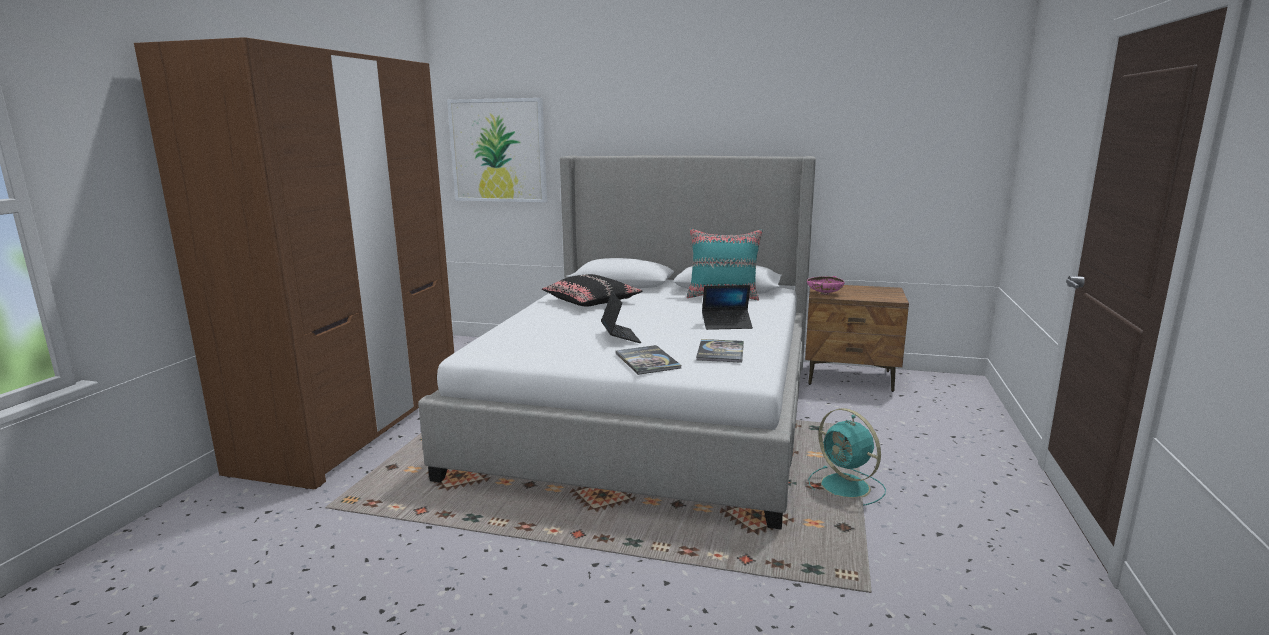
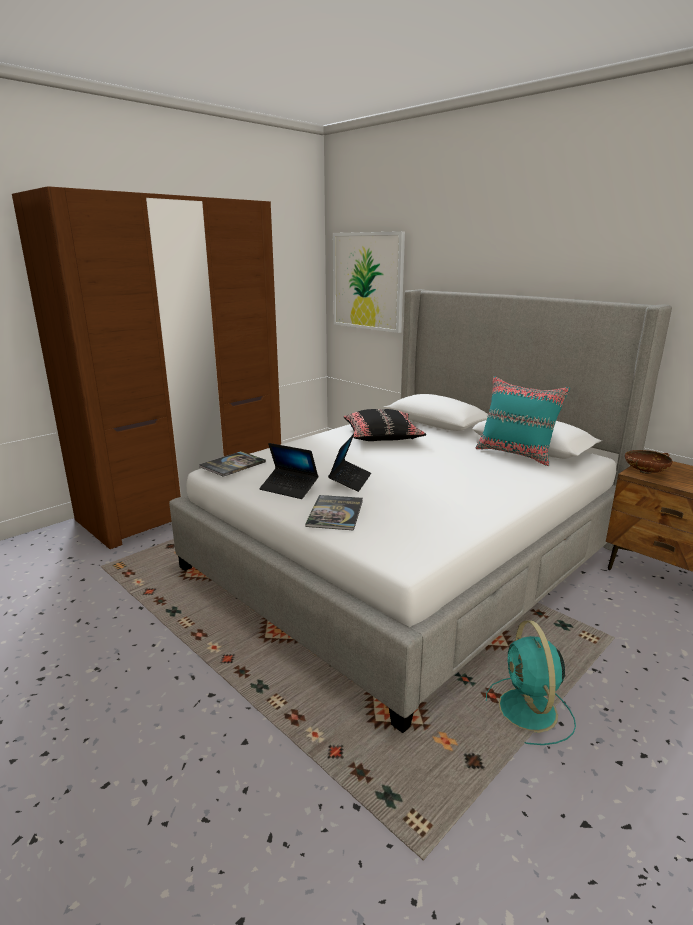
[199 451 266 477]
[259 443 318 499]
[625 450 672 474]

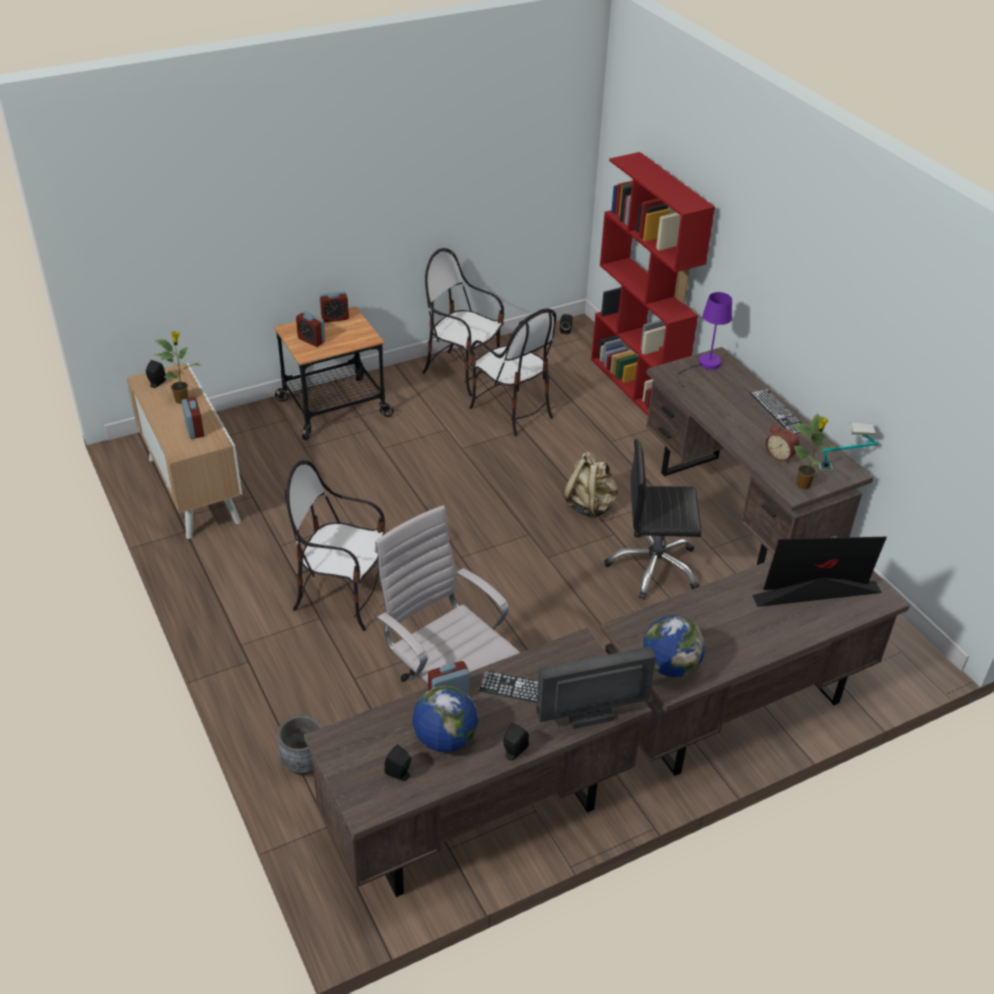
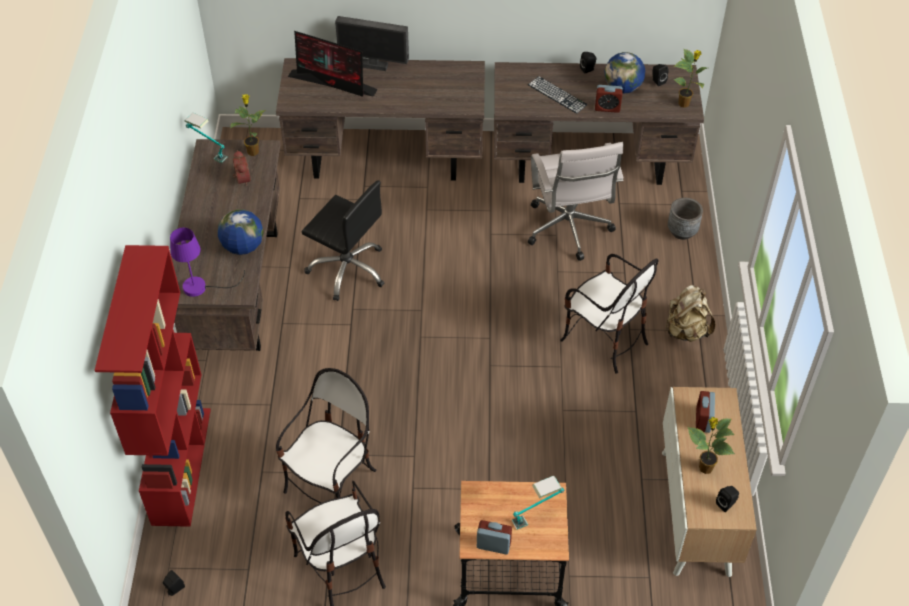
[750 389 803 434] (first image)
[674 48 707 108]
[335 16 409 71]
[665 285 716 342]
[218 209 264 255]
[512 476 564 530]
[276 368 377 503]

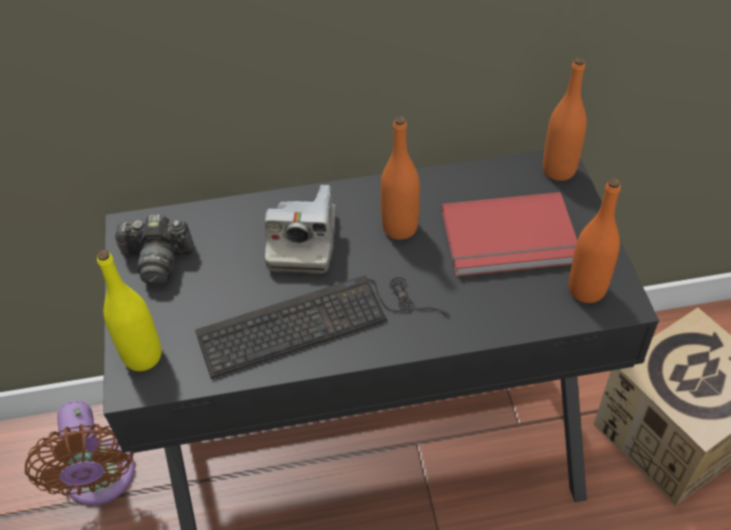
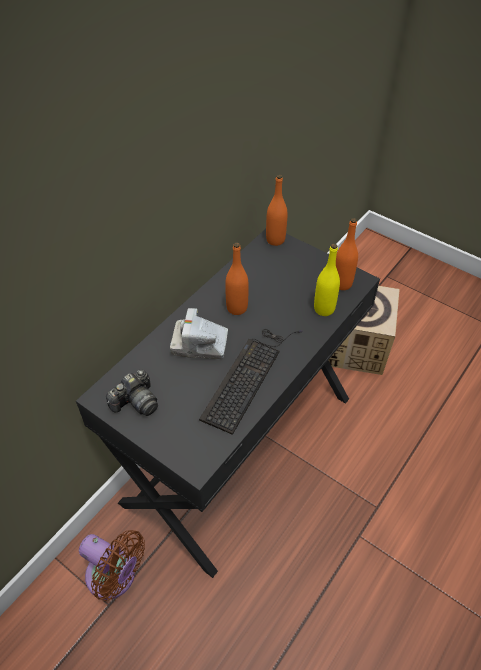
[442 192 577 277] (first image)
[314 244 340 316]
[170 308 228 359]

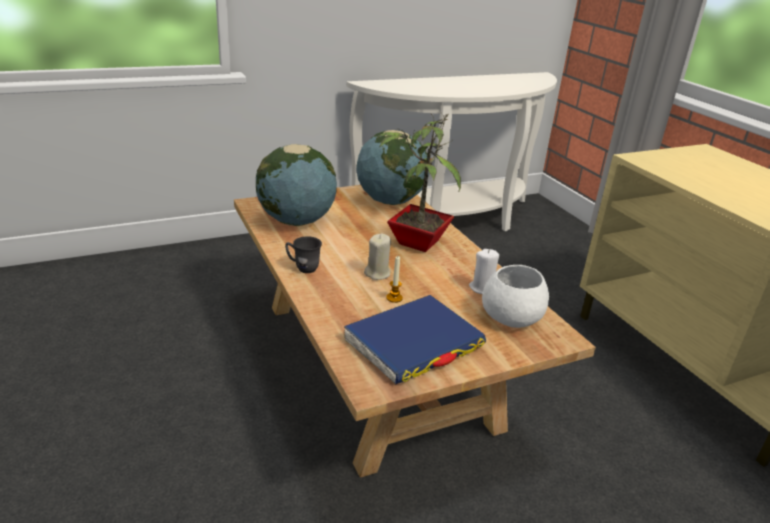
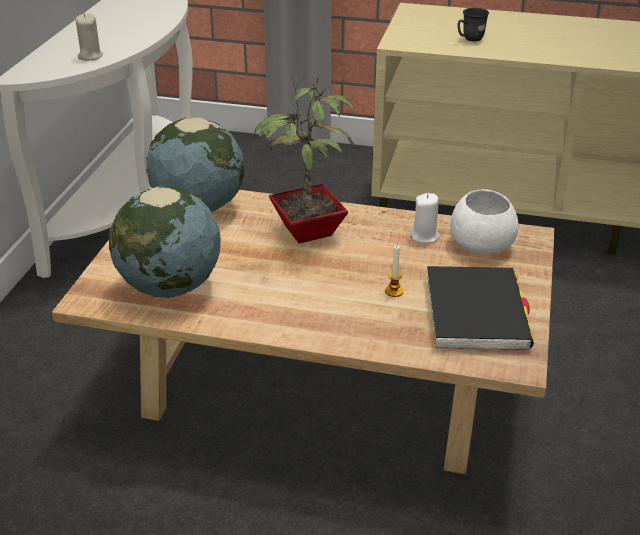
[458 8 489 42]
[75 13 103 61]
[427 266 534 350]

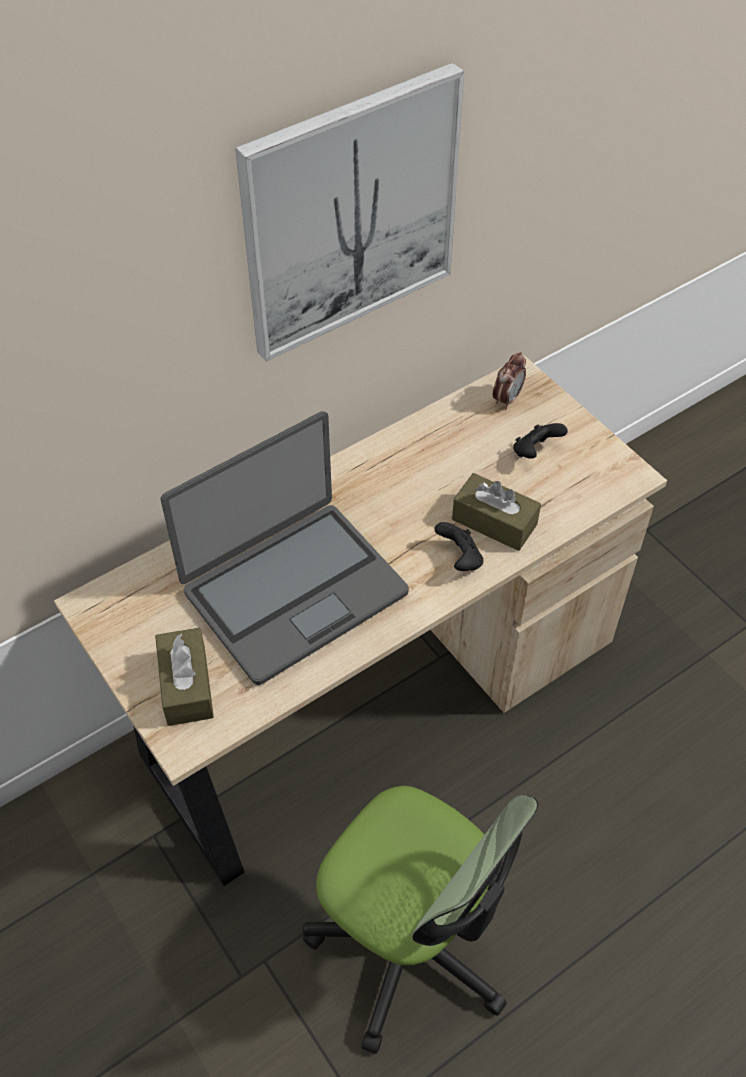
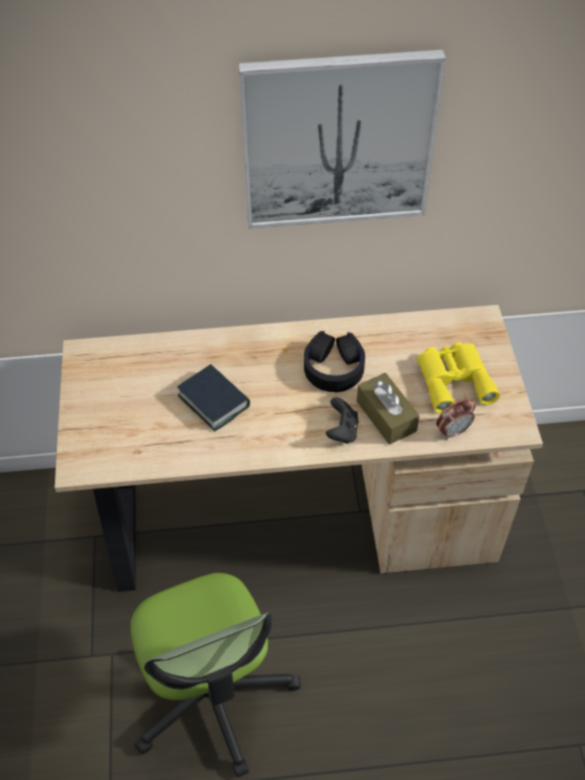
[155 628 214 726] (first image)
[304 331 365 392]
[436 398 475 440]
[177 364 250 432]
[417 342 500 414]

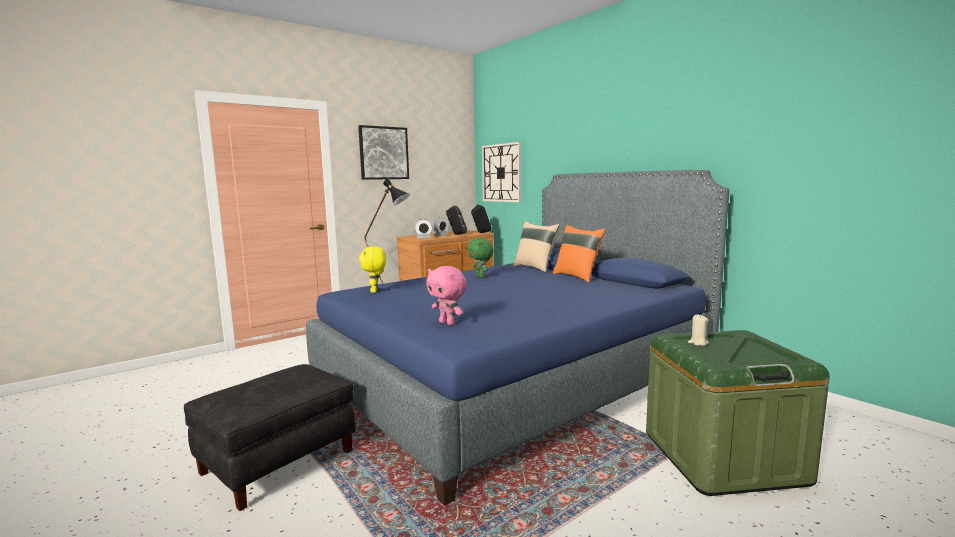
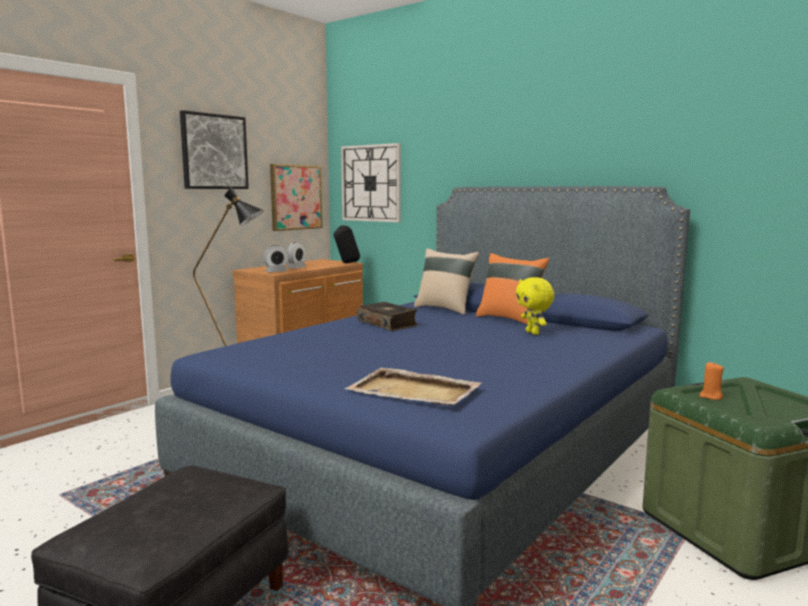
[446 206 467 235] (first image)
[270 164 323 231]
[516 277 554 335]
[345 368 482 405]
[357 302 418 331]
[700 362 724 400]

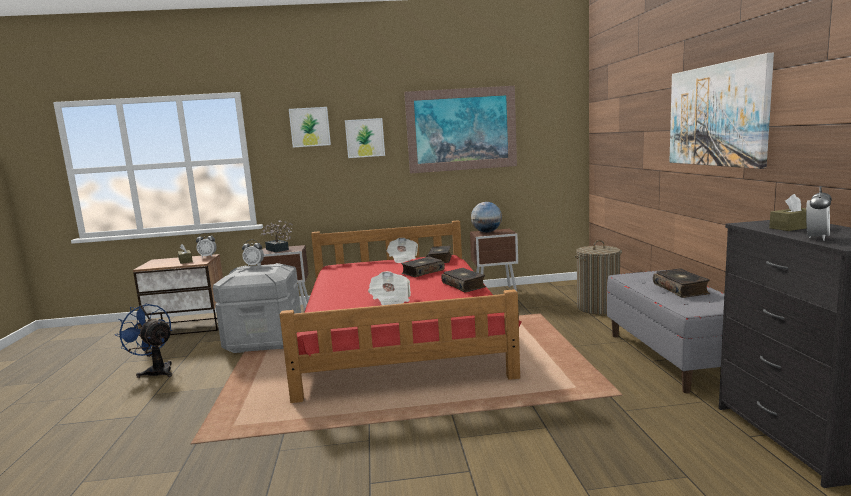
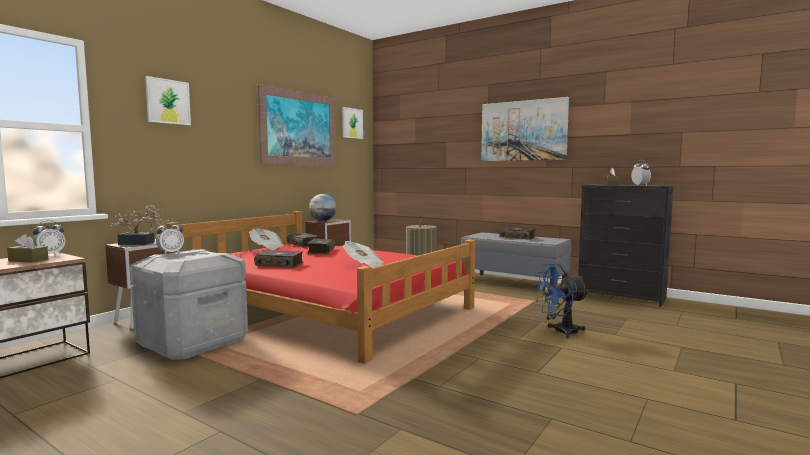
[534 263 590 339]
[342 107 363 139]
[254 250 304 268]

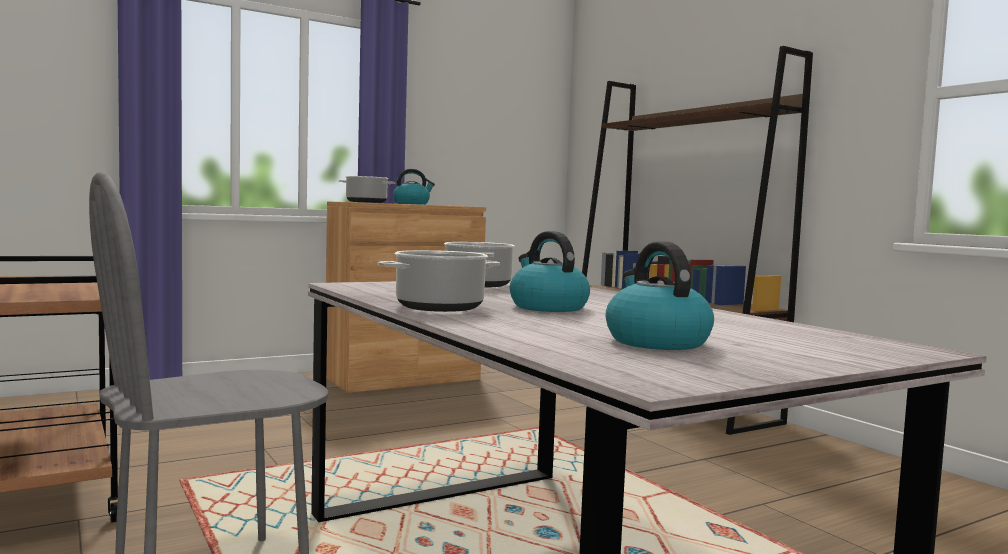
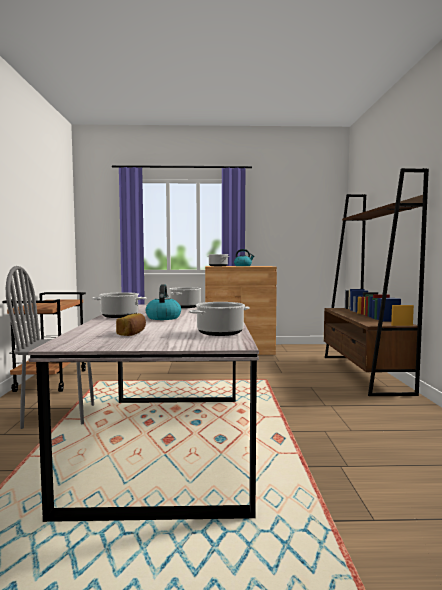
[189 302 250 336]
[116 313 146 336]

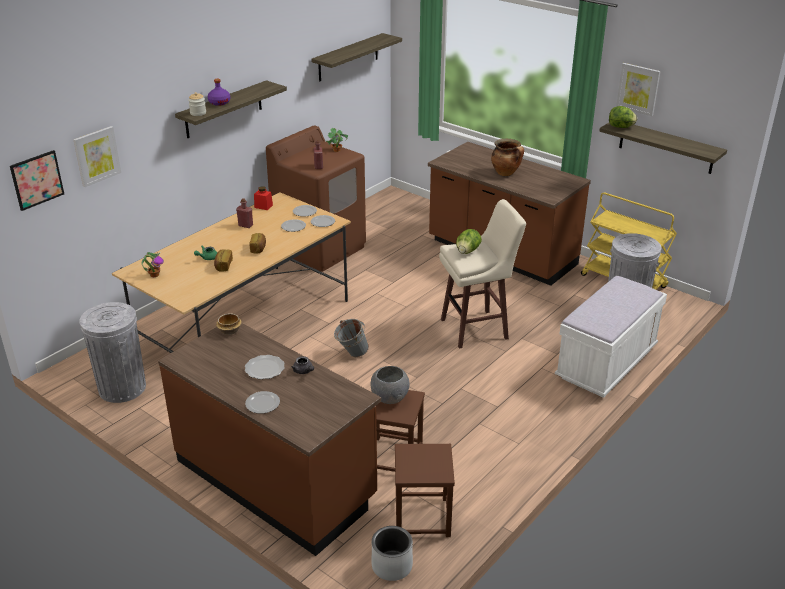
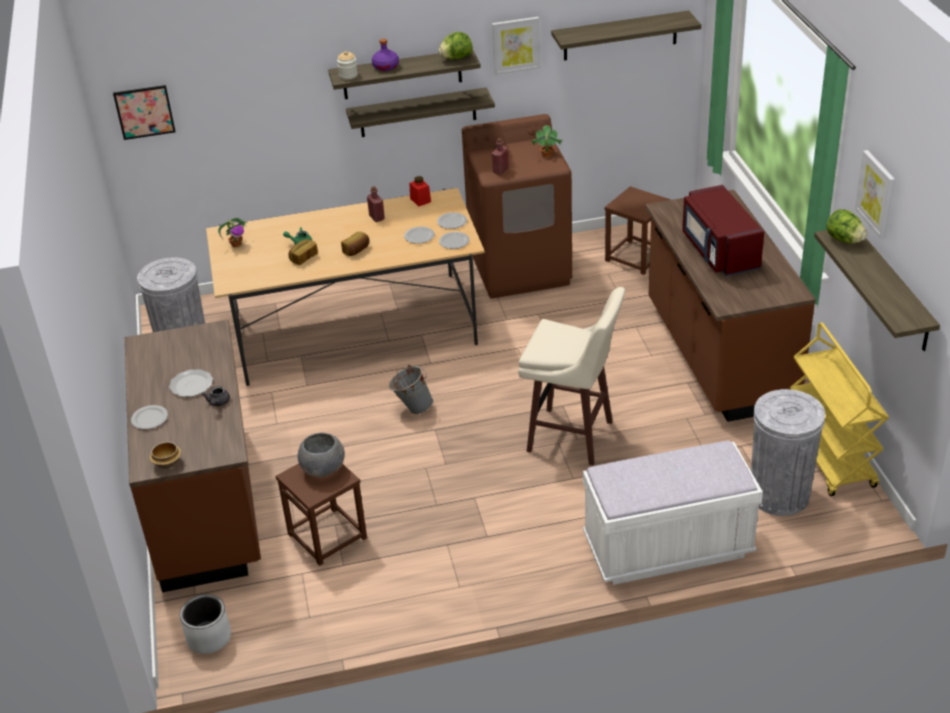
[346 87 495 137]
[492 17 540 75]
[150 442 181 469]
[605 186 671 275]
[438 32 473 60]
[682 185 764 276]

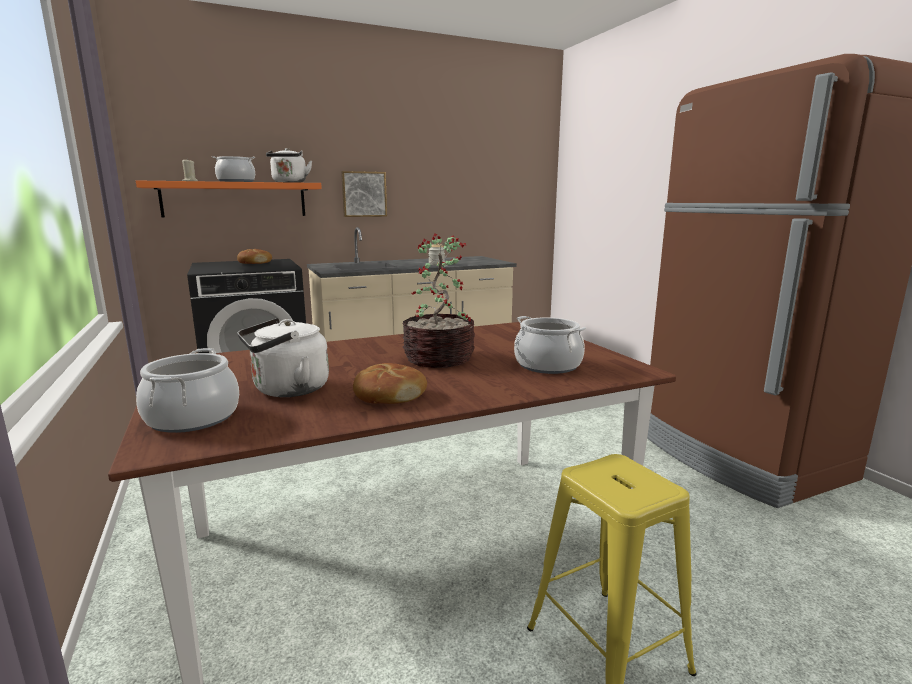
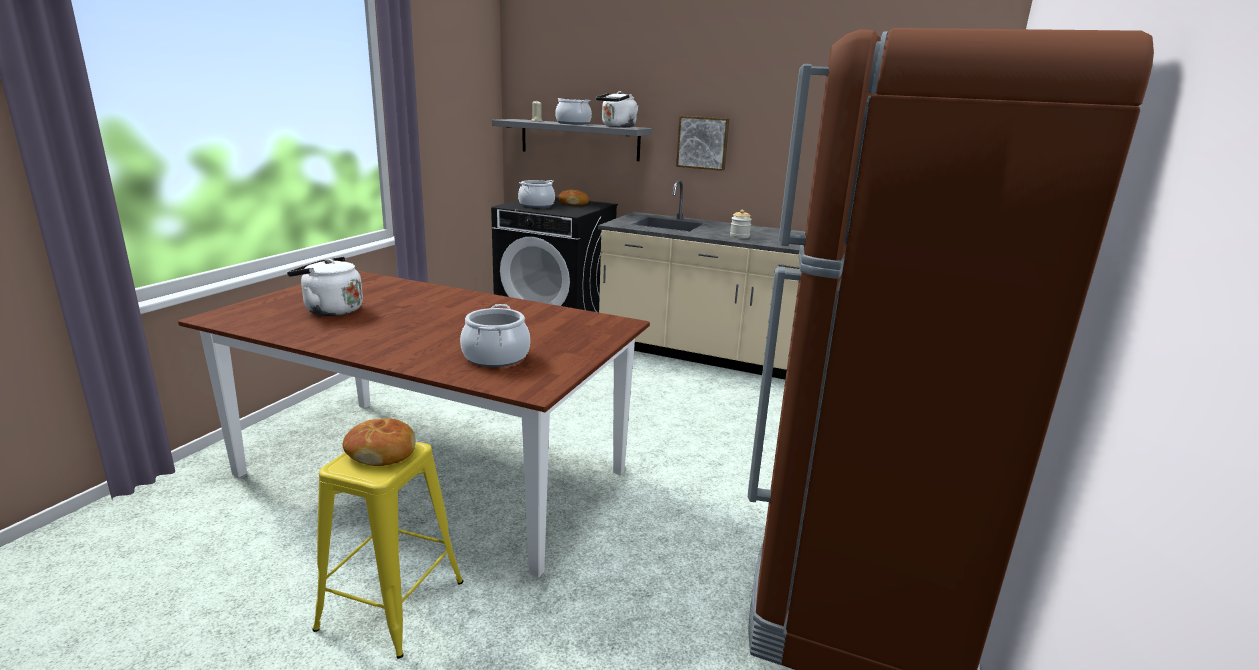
[403 233 475 368] (first image)
[518 180 555 208]
[342 418 416 466]
[492 119 653 161]

